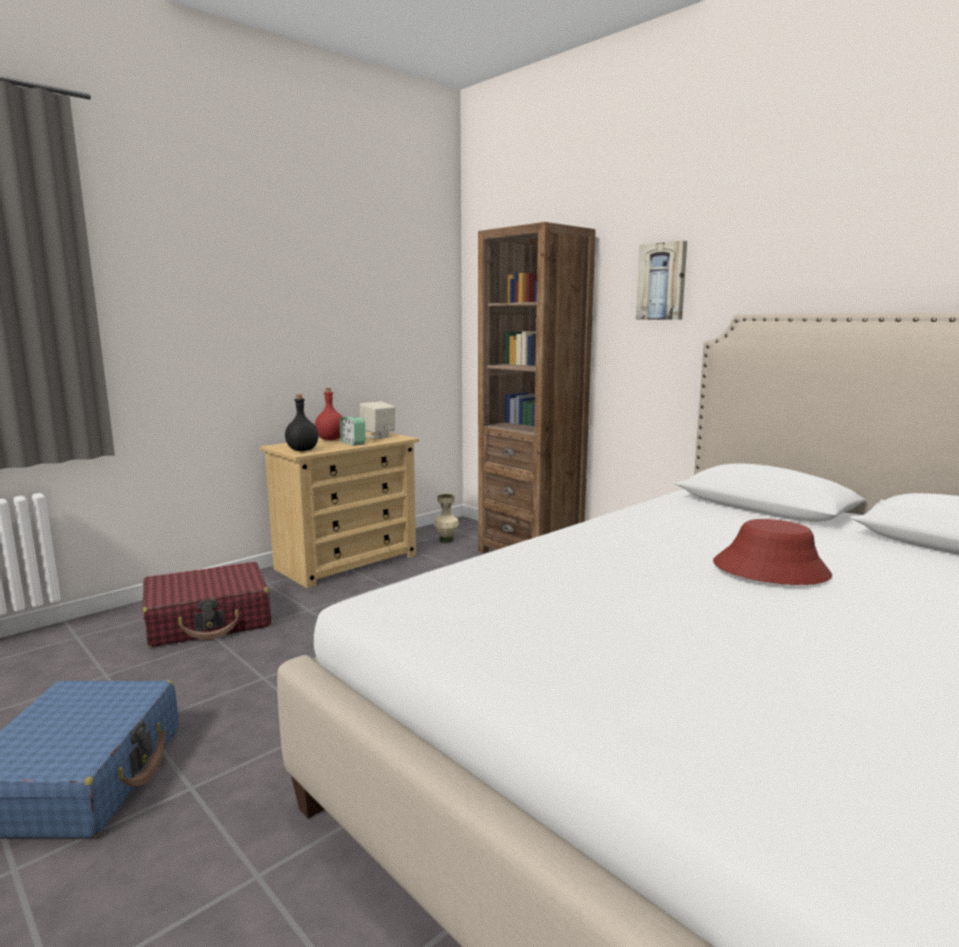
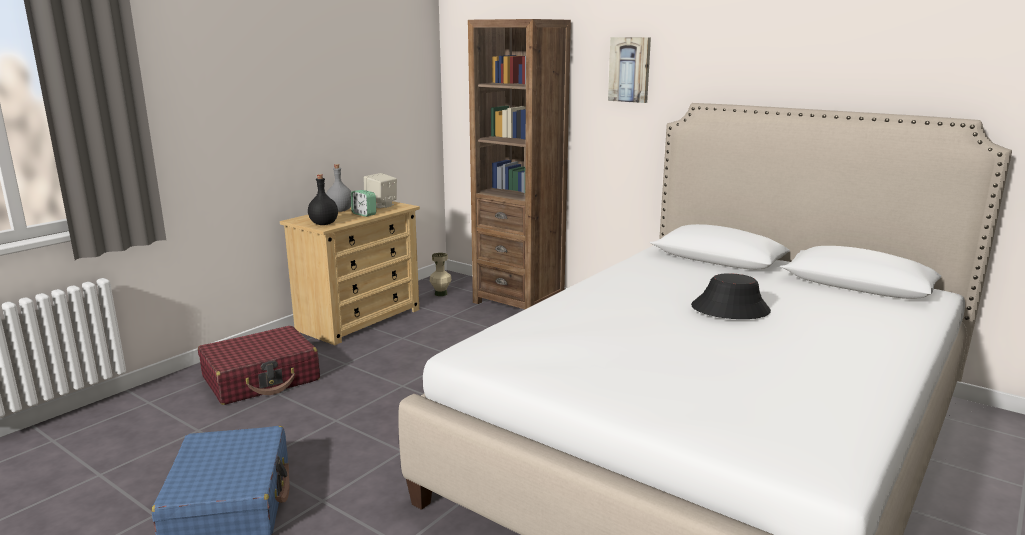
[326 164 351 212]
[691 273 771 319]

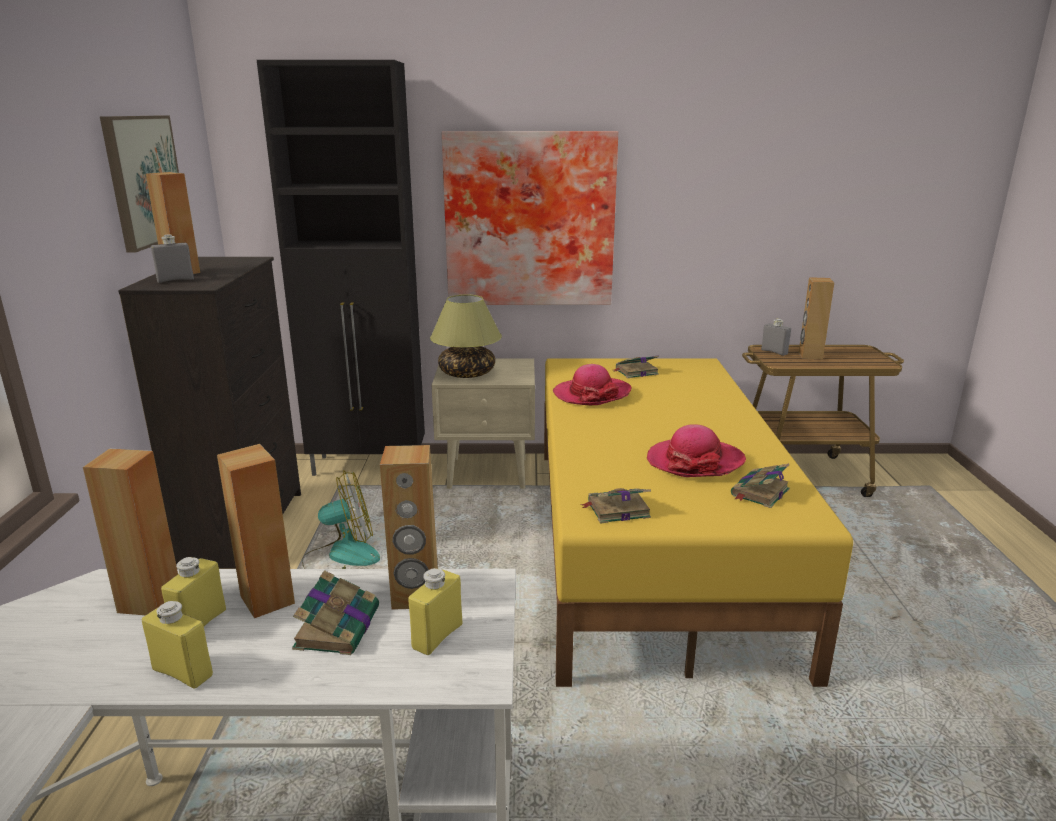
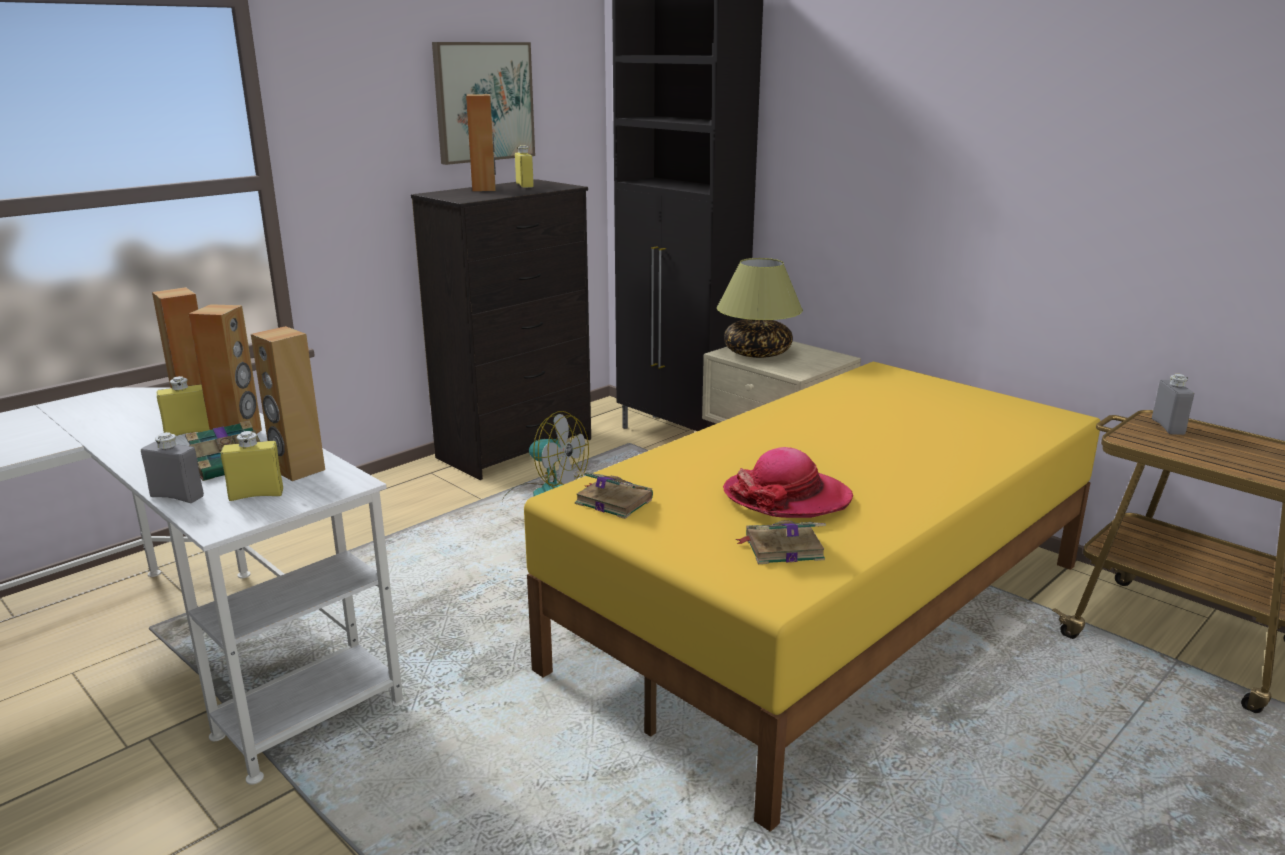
[442 131 618 305] (first image)
[553 364 631 405] (first image)
[614 356 659 378] (first image)
[799 277 834 360] (first image)
[515 145 534 188]
[141 432 204 503]

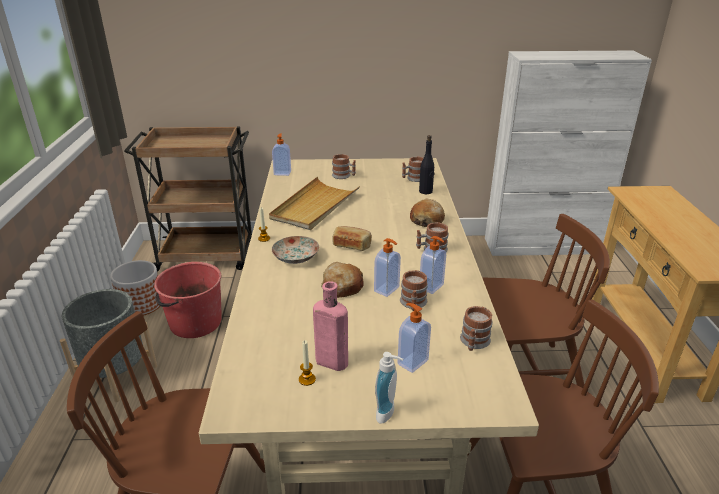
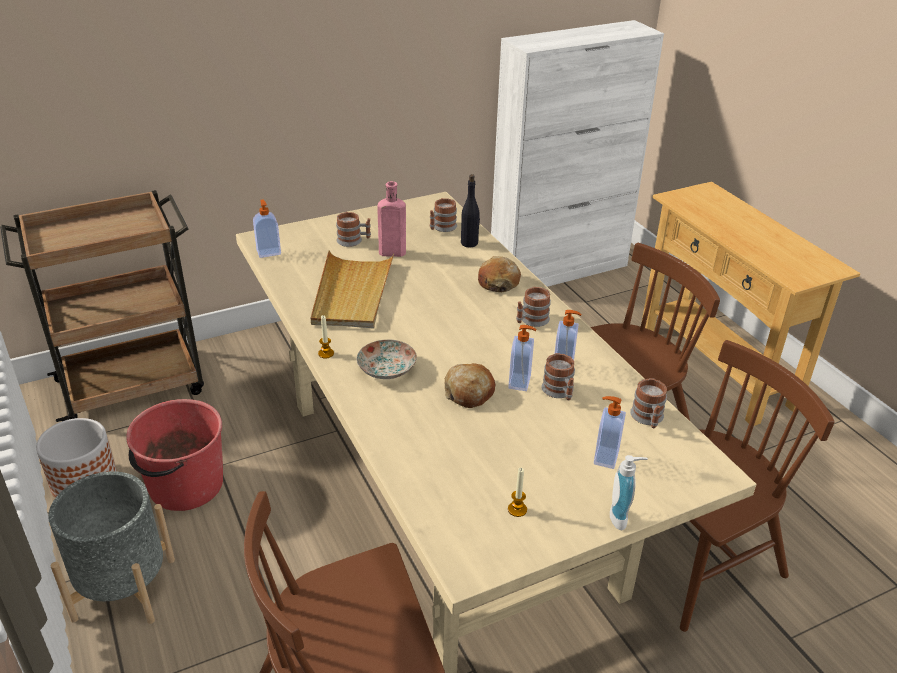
[333 226 372 251] (first image)
[377 181 406 257]

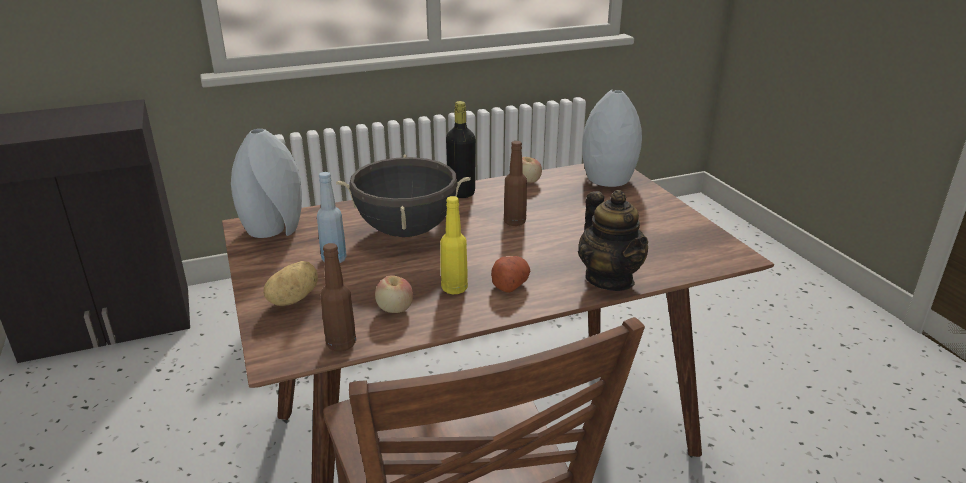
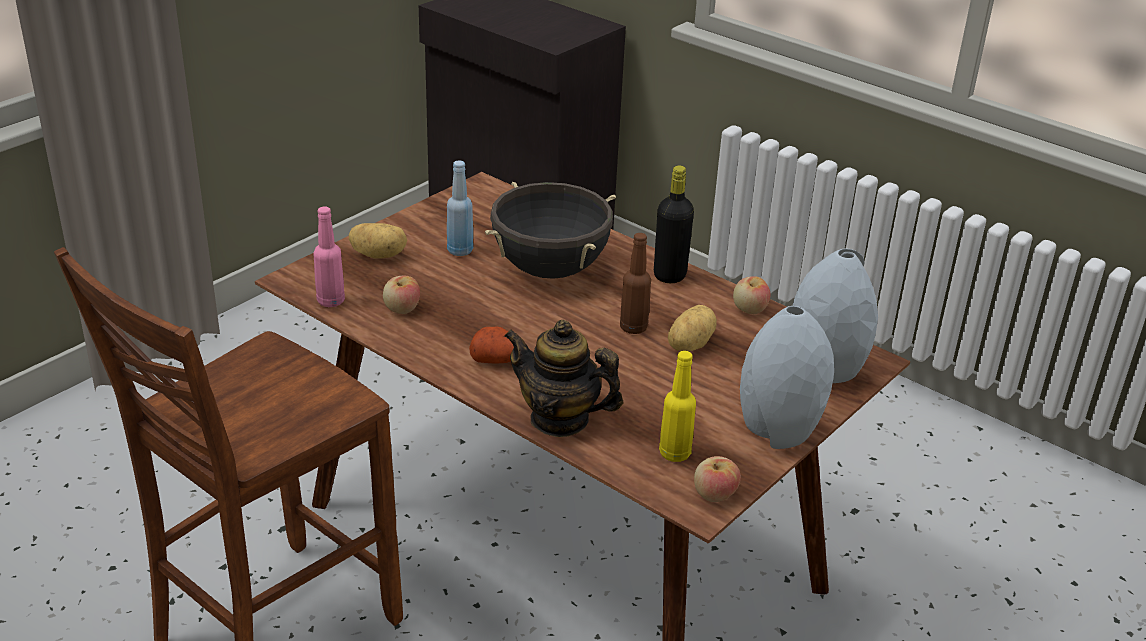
[668 305 717 352]
[694 456 741 502]
[740 306 834 449]
[659 351 696 462]
[313 207 345 307]
[504 320 623 437]

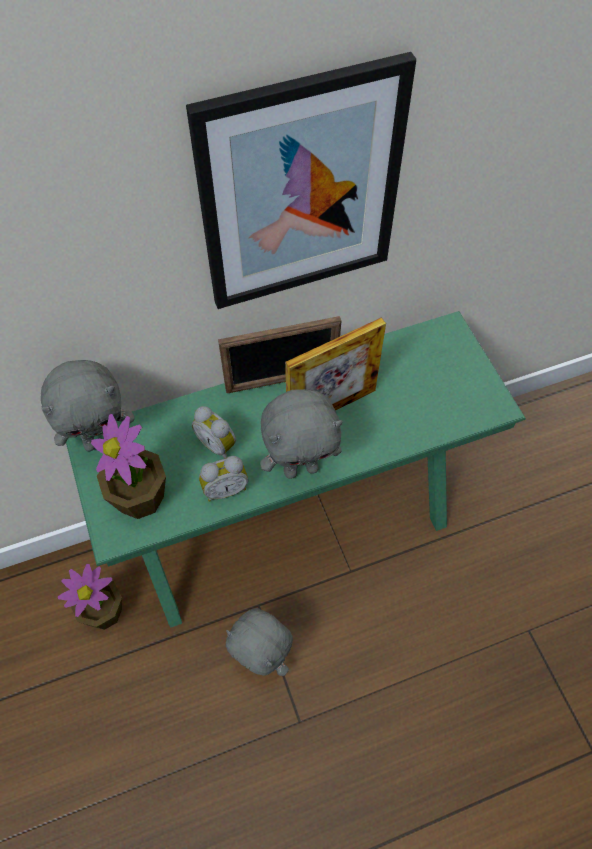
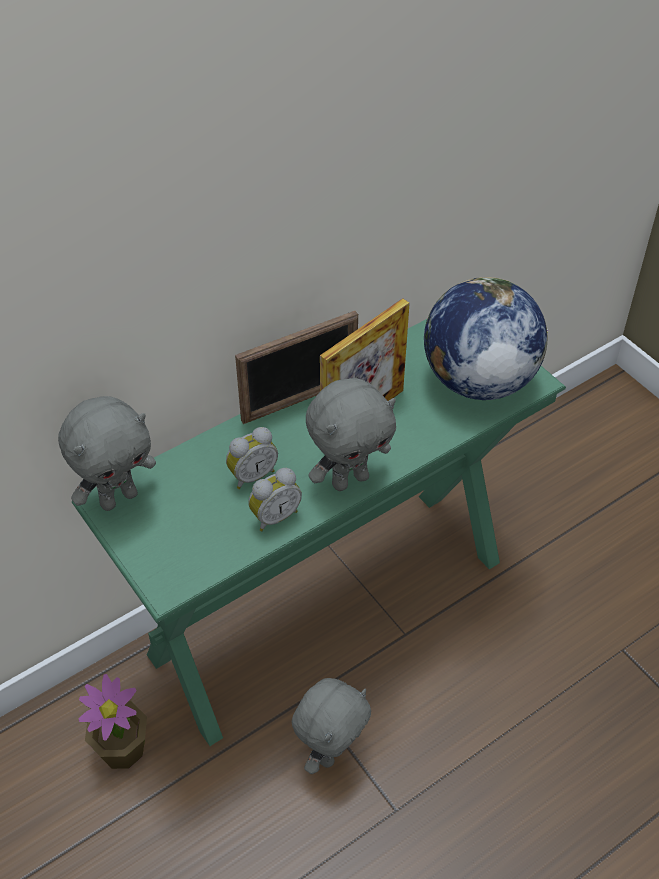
[91 414 166 519] (first image)
[186 52 416 309] (first image)
[424 277 549 400]
[226 427 278 489]
[292 678 371 774]

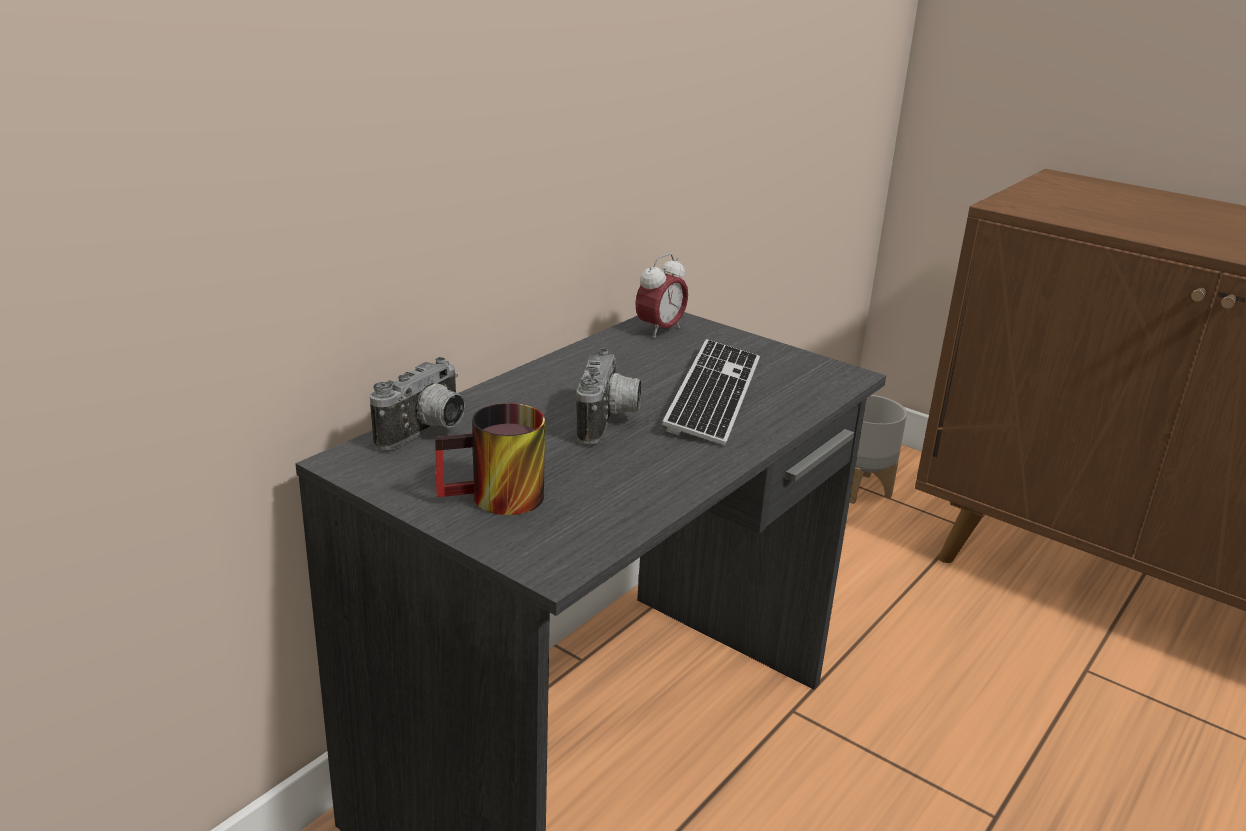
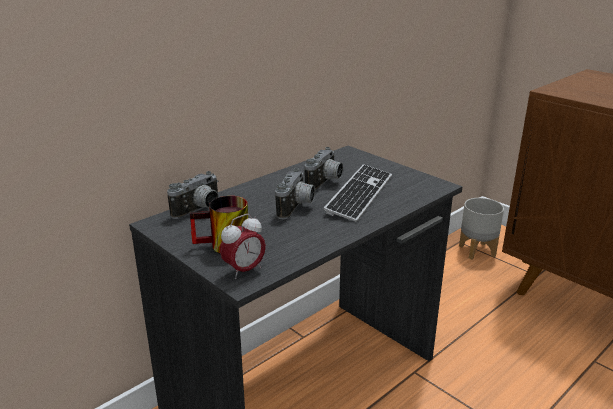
[304 147 343 191]
[220 214 266 279]

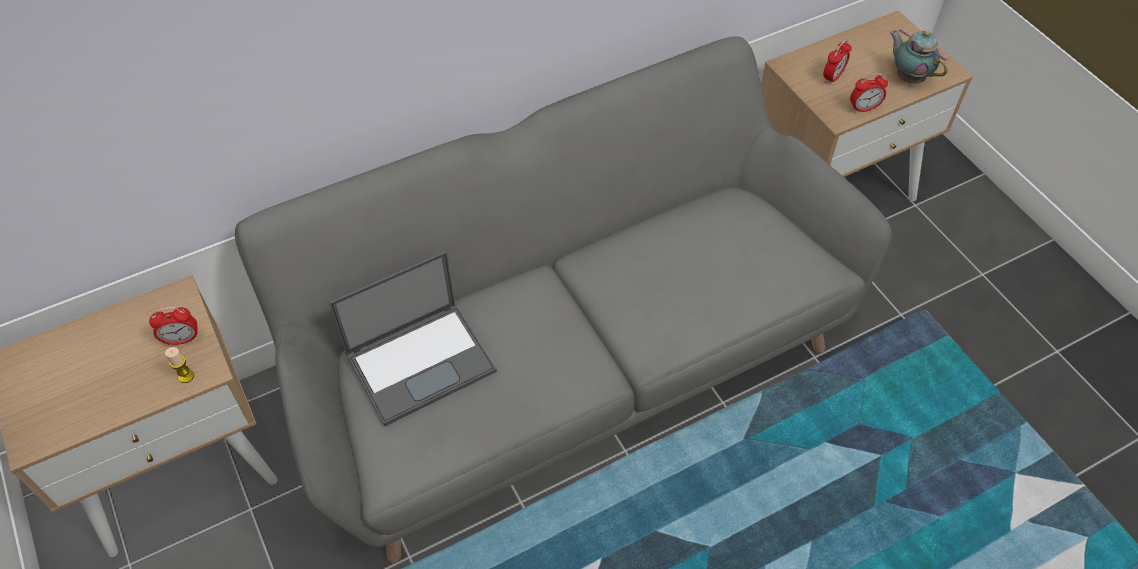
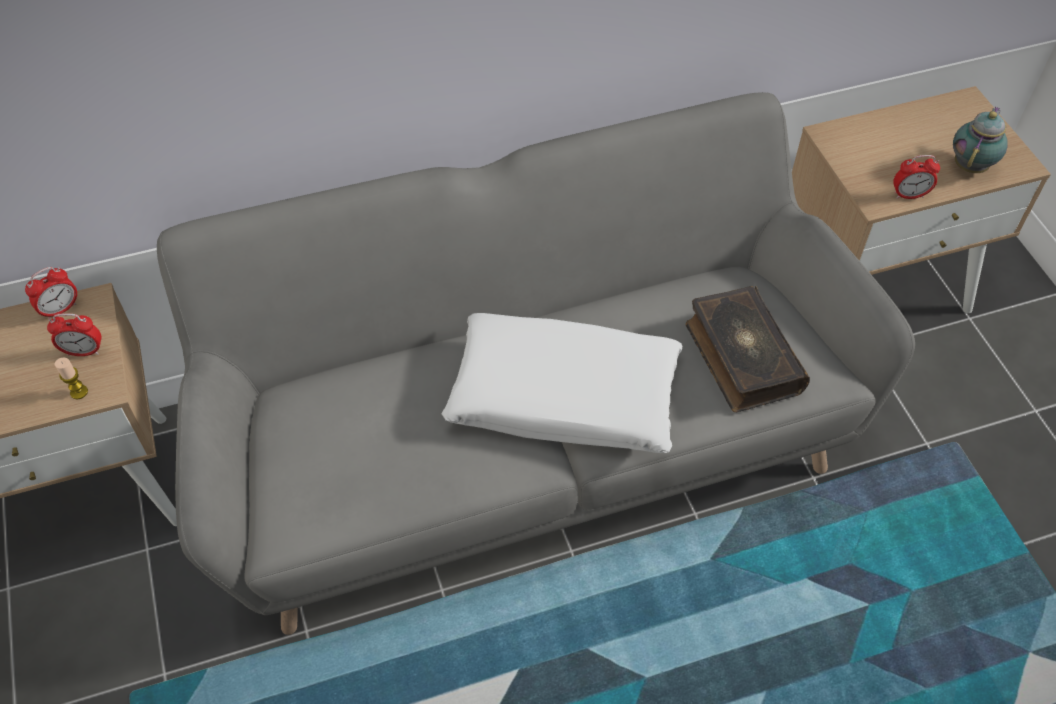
[329 251 497 426] (first image)
[442 313 682 453]
[686 286 810 412]
[25 267 77 319]
[953 106 1008 173]

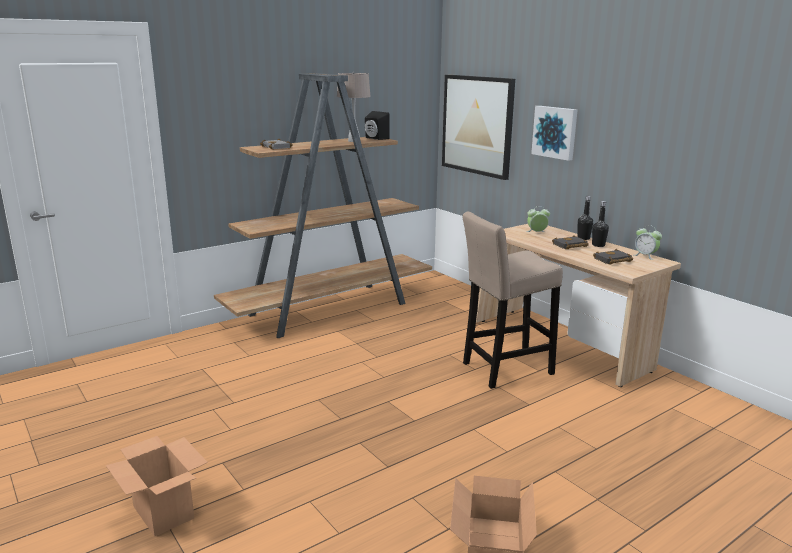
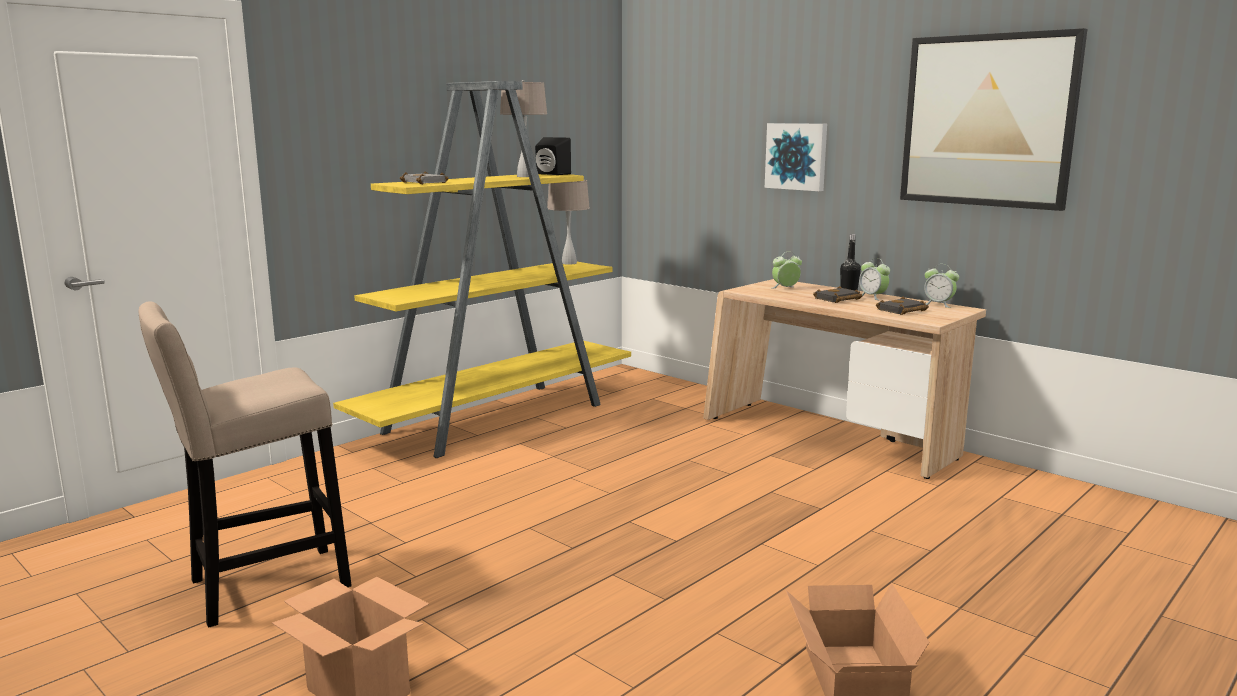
[547 180 590 265]
[900 28 1087 211]
[139 301 352 628]
[859 258 890 300]
[333 81 631 458]

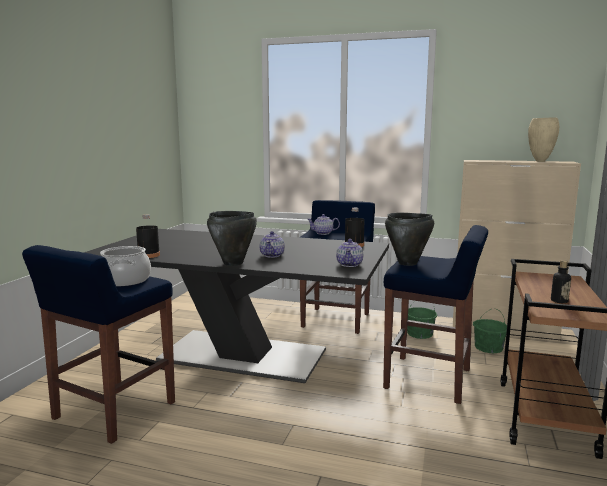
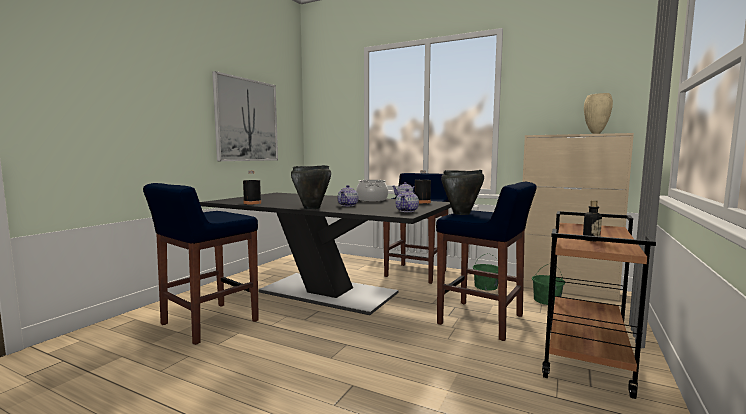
[212 71 278 161]
[356 180 388 202]

